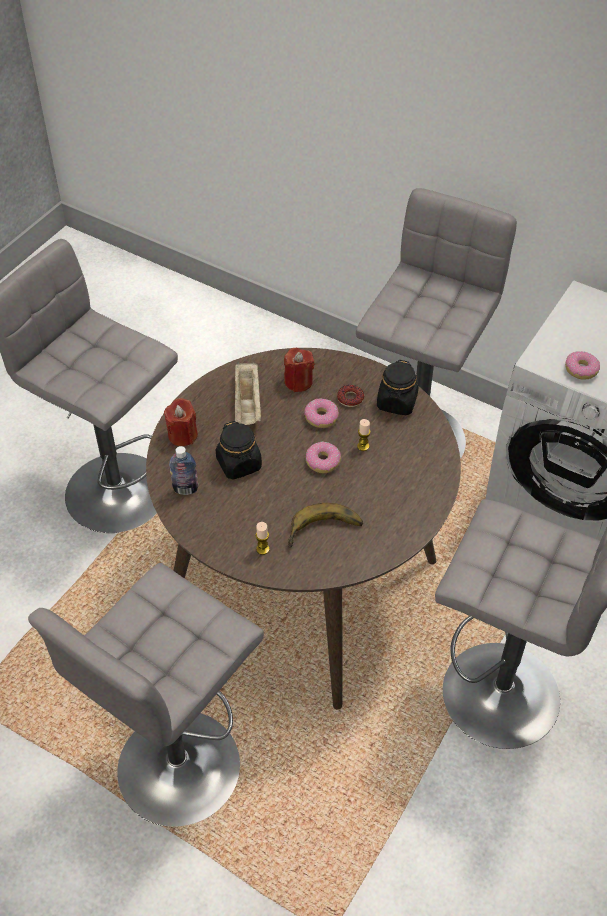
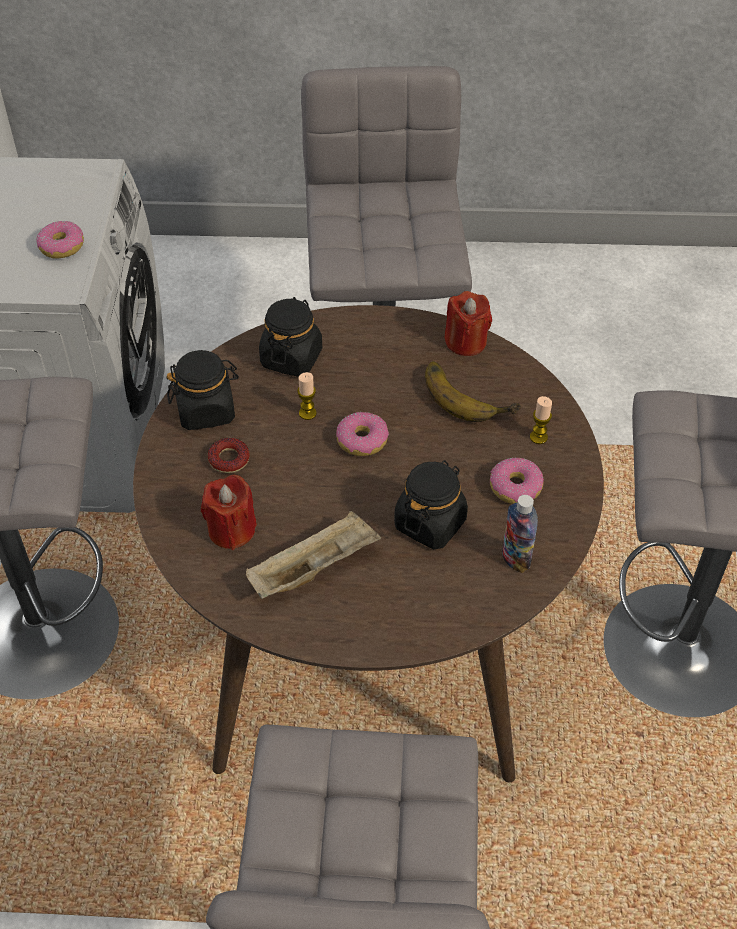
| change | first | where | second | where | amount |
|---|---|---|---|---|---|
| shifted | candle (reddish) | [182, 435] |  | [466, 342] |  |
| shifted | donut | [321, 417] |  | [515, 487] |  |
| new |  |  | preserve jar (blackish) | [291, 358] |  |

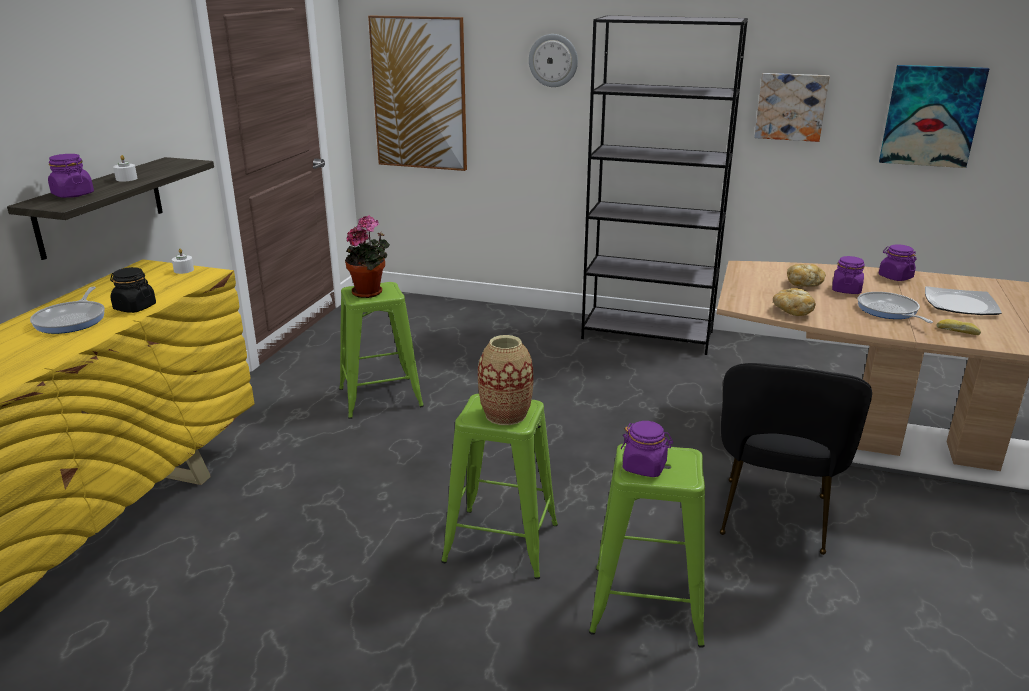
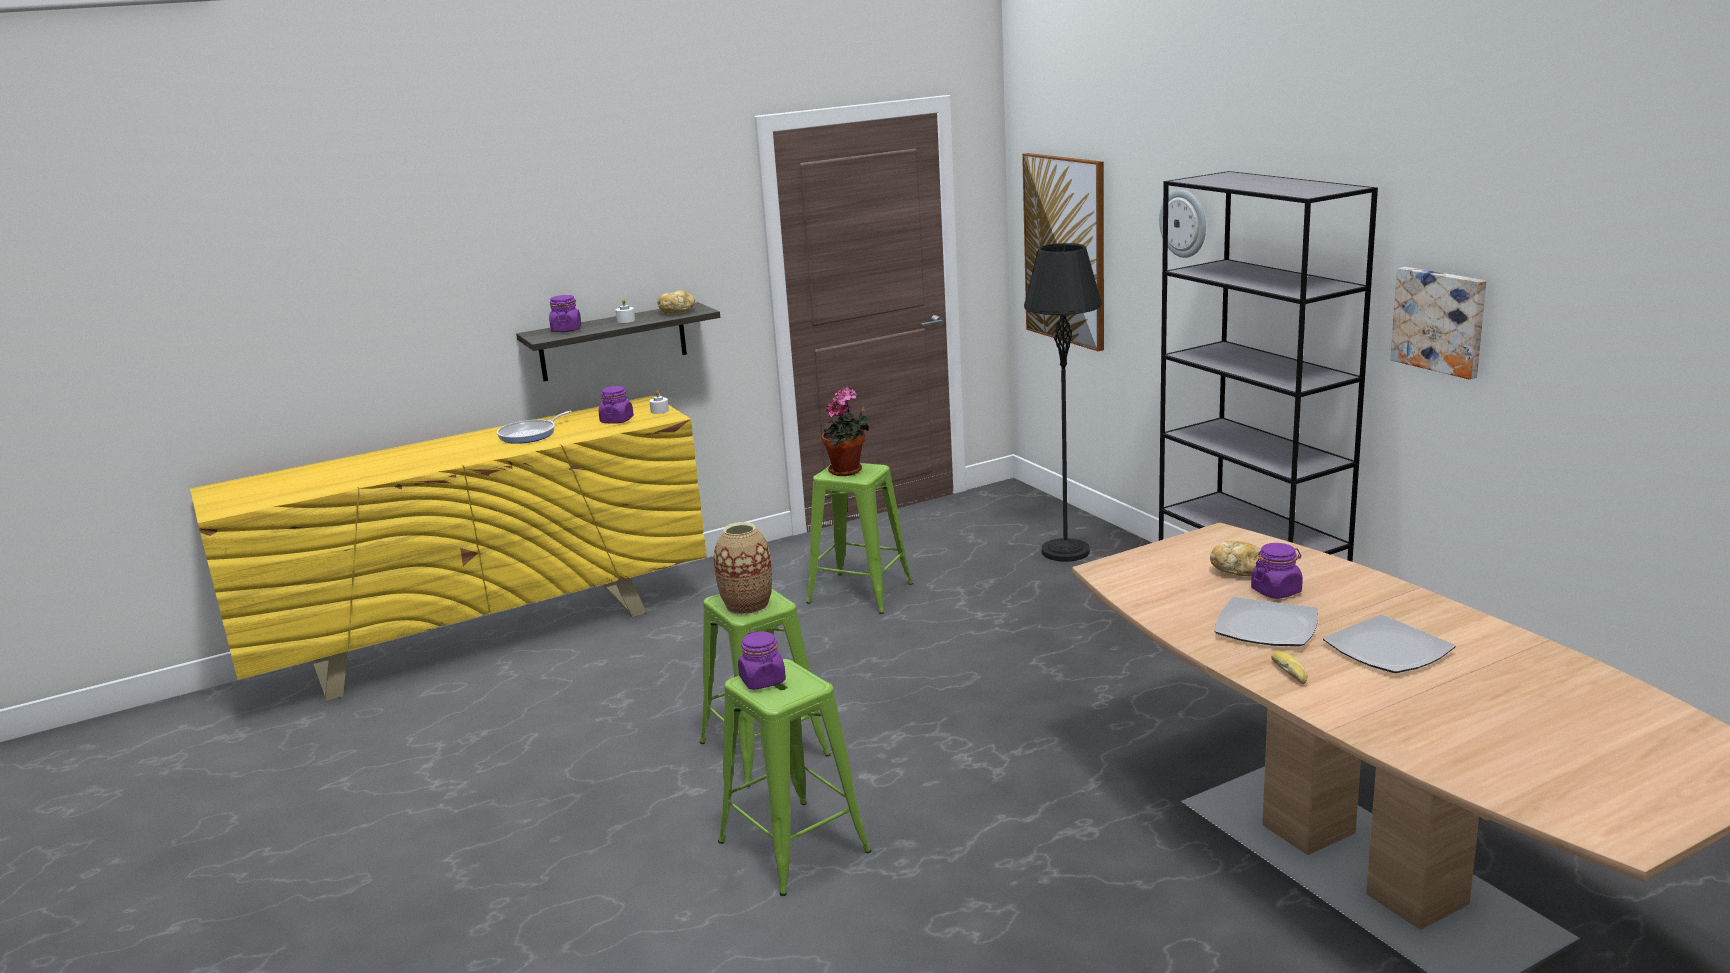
| change | first | where | second | where | amount |
|---|---|---|---|---|---|
| gone | preserve jar (blackish) | [134, 307] |  |  |  |
| gone | chair (blackish) | [772, 522] |  |  |  |
| shifted | bread | [792, 311] |  | [677, 312] |  |
| swapped | frying pan | [889, 311] | dinner plate | [1265, 627] |  |
| gone | wall picture | [931, 116] |  |  |  |
| shifted | preserve jar (purplish) | [895, 277] |  | [617, 420] |  |
| new |  |  | standard lamp (blackish) | [1065, 552] |  |

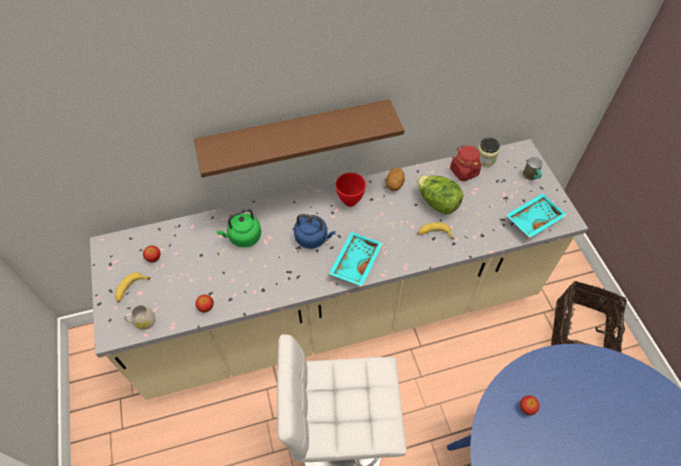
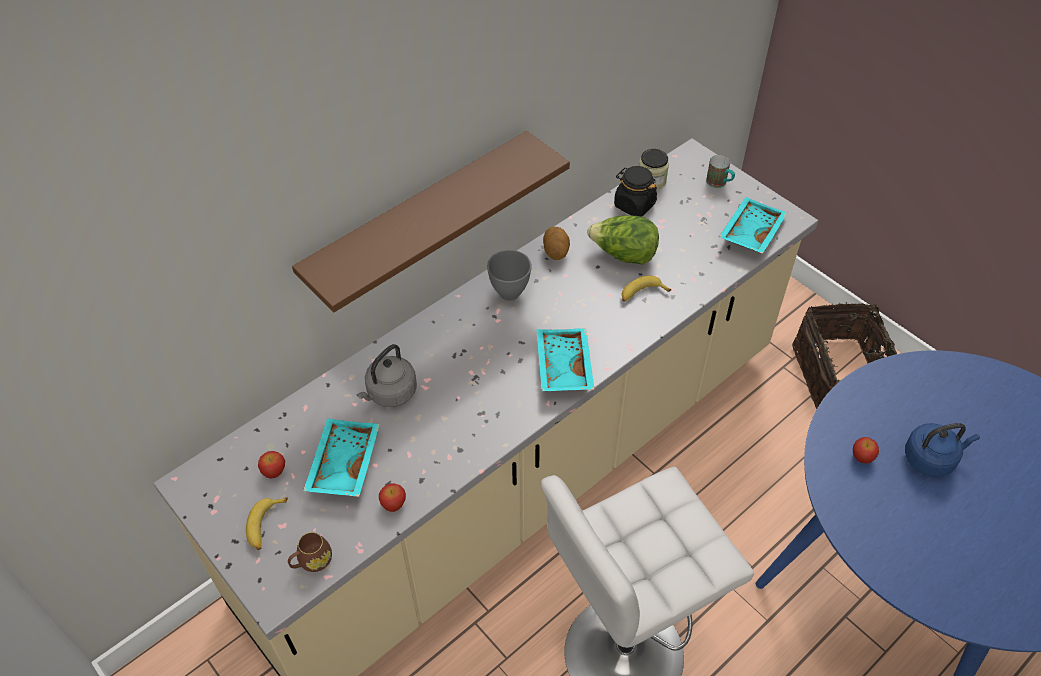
| change | first | where | second | where | amount |
|---|---|---|---|---|---|
| repainted | mug (white) | [142, 322] | mug (brown) | [312, 561] |  |
| repainted | tea kettle (green) | [243, 237] | tea kettle (grey) | [390, 393] |  |
| shifted | tea kettle (blue-coloured) | [313, 238] |  | [931, 458] |  |
| repainted | bowl (reddish) | [349, 201] | bowl (grey) | [508, 294] |  |
| repainted | preserve jar (reddish) | [464, 171] | preserve jar (blackish) | [634, 205] |  |
| new |  |  | serving tray (turquoise-coloured) | [342, 463] |  |

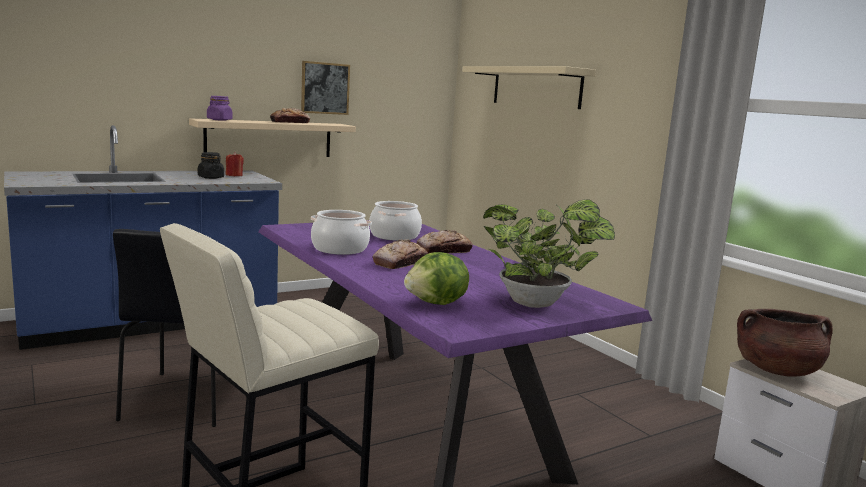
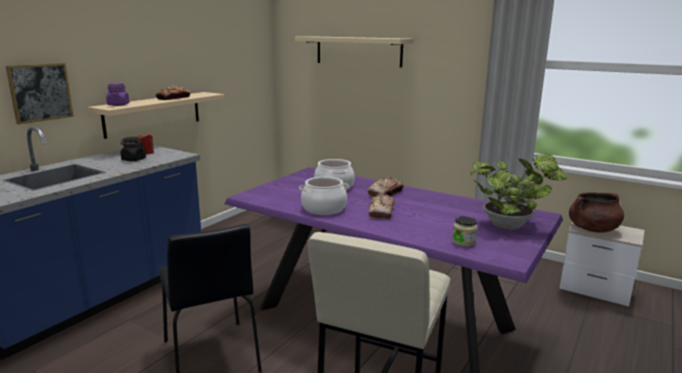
| change | first | where | second | where | amount |
|---|---|---|---|---|---|
| shifted | wall picture | [325, 88] |  | [40, 92] |  |
| swapped | head of lettuce | [437, 304] | preserve jar | [463, 242] |  |

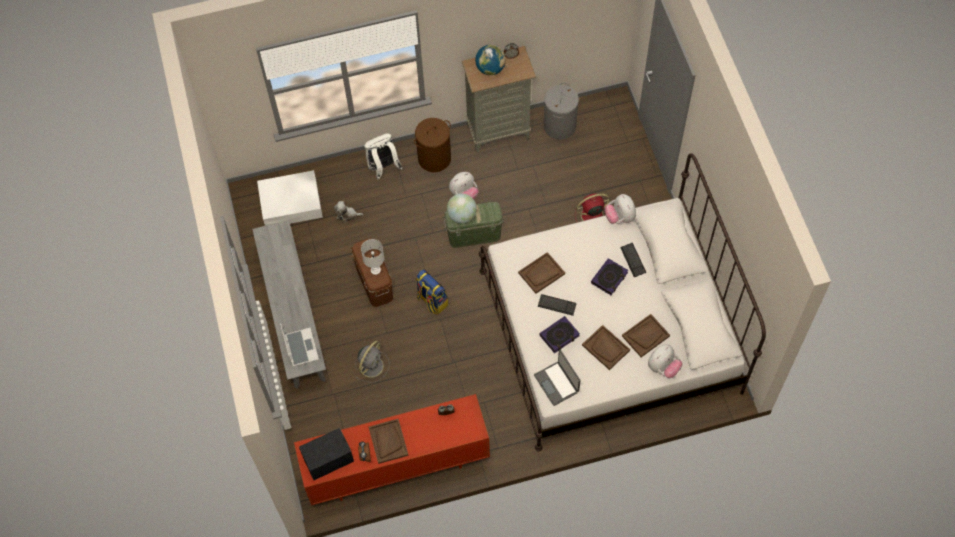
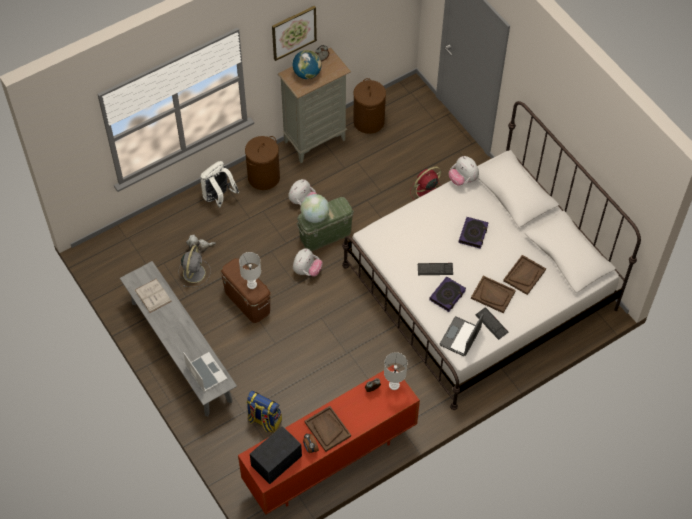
| change | first | where | second | where | amount |
|---|---|---|---|---|---|
| gone | storage box (white) | [292, 203] |  |  |  |
| shifted | fan (grey) | [372, 365] |  | [194, 272] |  |
| shifted | backpack | [432, 301] |  | [264, 420] |  |
| gone | serving tray (brown) | [541, 273] |  |  |  |
| rotated | portable computer | [557, 383] |  | [461, 337] | 75 degrees clockwise |
| repainted | laundry basket (grey) | [559, 125] | laundry basket (brown) | [368, 121] |  |
| shifted | keyboard | [633, 260] |  | [491, 324] |  |
| shifted | plush toy | [663, 367] |  | [307, 270] |  |
| new |  |  | volume (white) | [153, 295] |  |
| new |  |  | wall picture | [293, 32] |  |
| new |  |  | table lamp (white) | [394, 385] |  |

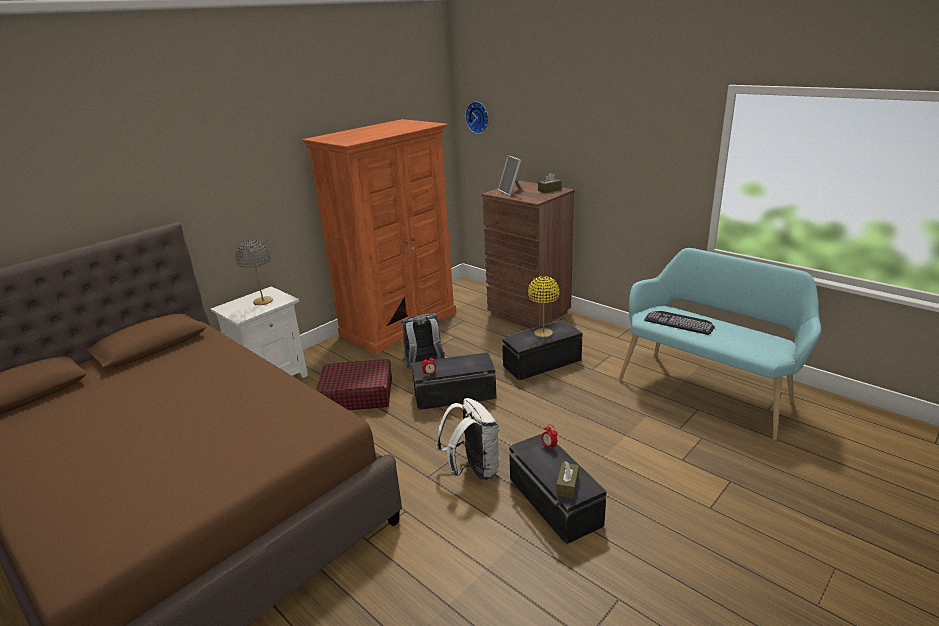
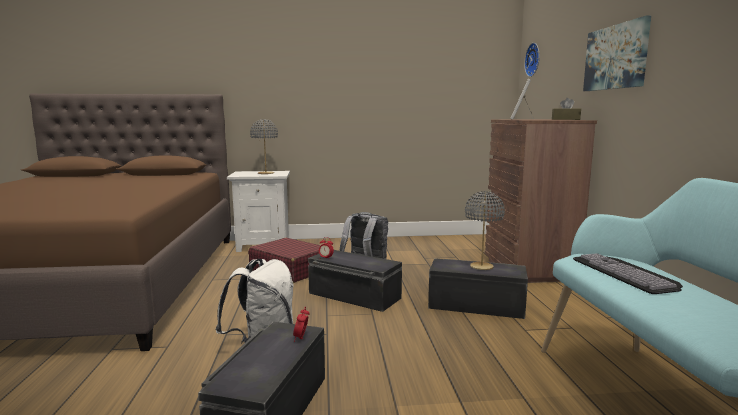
| change | first | where | second | where | amount |
|---|---|---|---|---|---|
| gone | wardrobe (orange-coloured) | [399, 324] |  |  |  |
| repainted | table lamp (yellow-coloured) | [543, 333] | table lamp (grey) | [481, 267] |  |
| gone | tissue holder (brown) | [567, 485] |  |  |  |
| new |  |  | wall picture | [616, 57] |  |

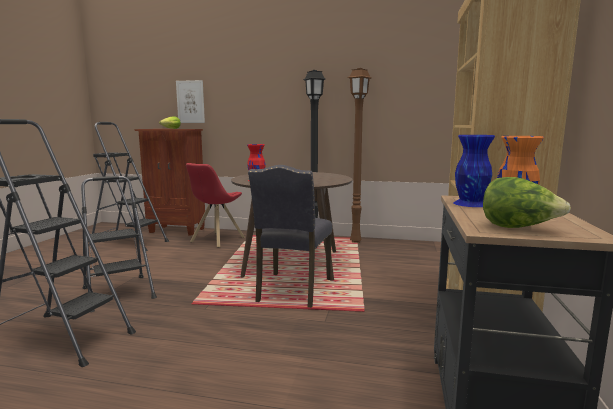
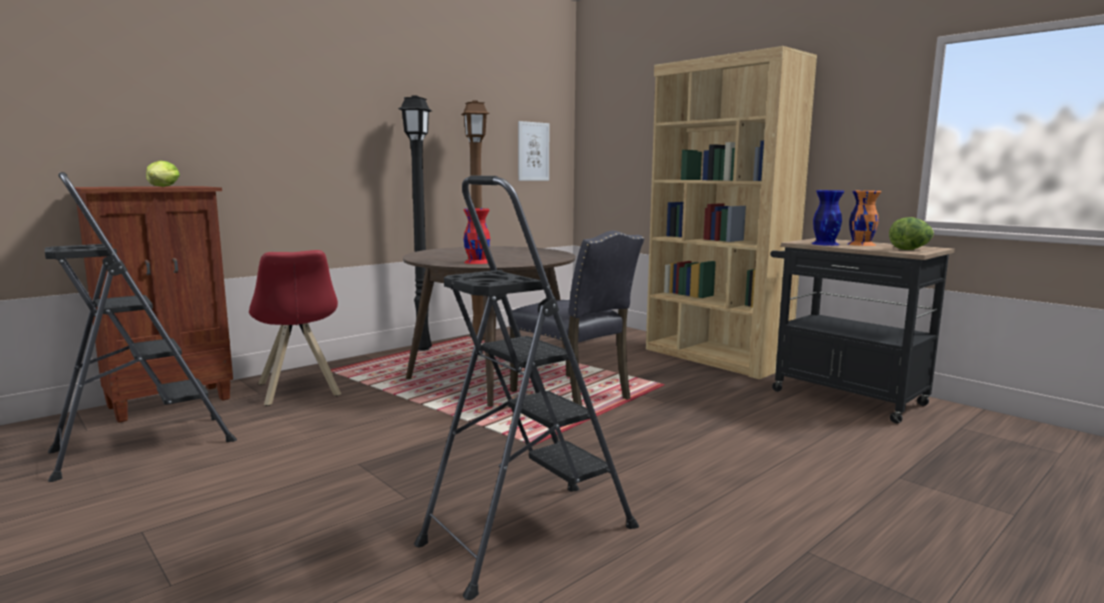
| change | first | where | second | where | amount |
|---|---|---|---|---|---|
| gone | step stool (blackish) | [118, 291] |  |  |  |
| shifted | wall picture | [190, 101] |  | [533, 151] |  |

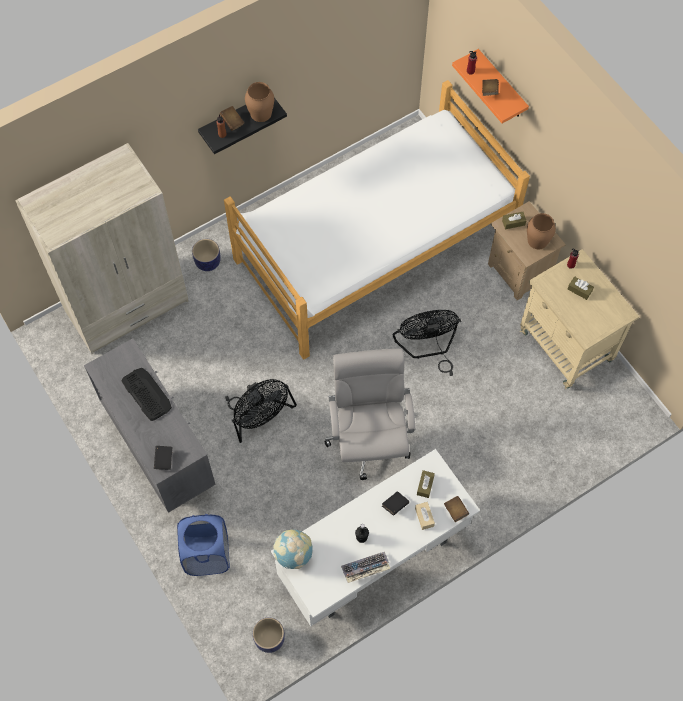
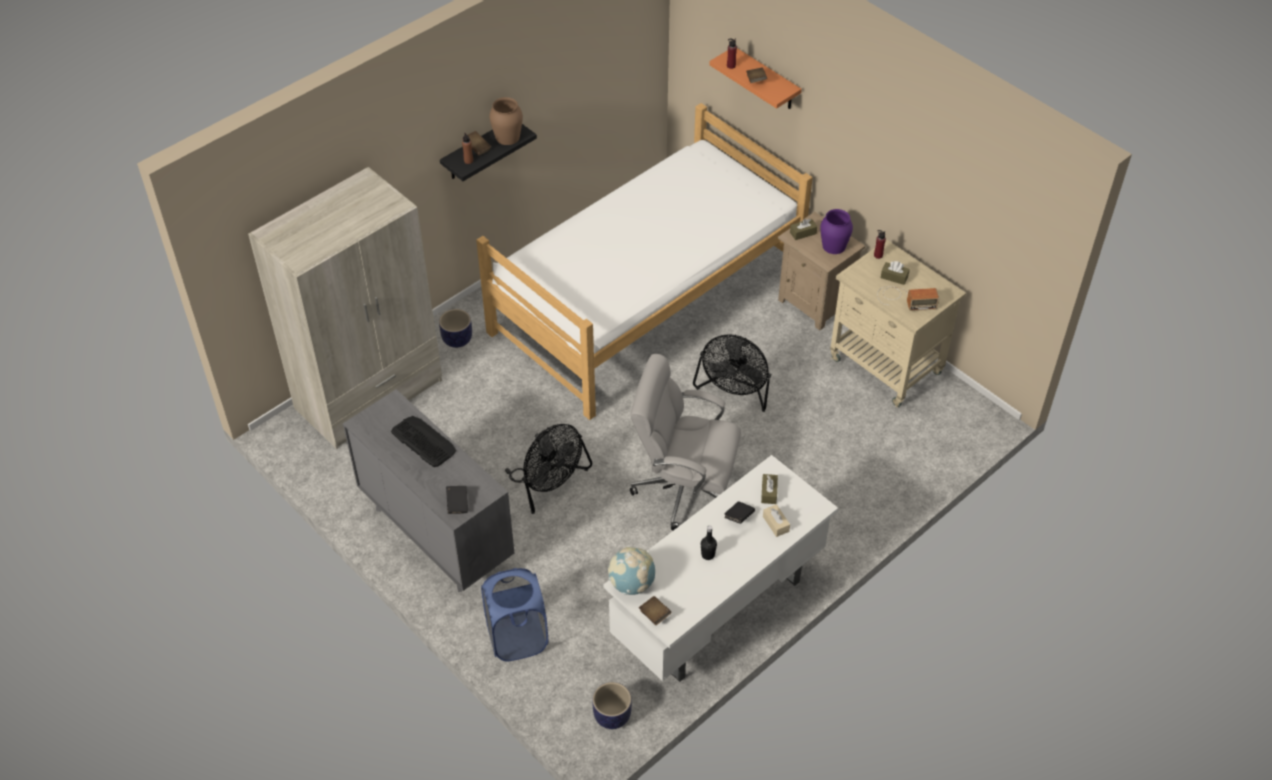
| change | first | where | second | where | amount |
|---|---|---|---|---|---|
| rotated | office chair (grey) | [369, 439] |  | [684, 489] | 60 degrees counterclockwise |
| gone | keyboard | [365, 569] |  |  |  |
| rotated | fan (blackish) | [430, 347] |  | [733, 388] | 135 degrees counterclockwise |
| shifted | volume (brown) | [455, 511] |  | [654, 615] |  |
| repainted | decorative vase (brown) | [537, 240] | decorative vase (purplish) | [834, 246] |  |
| new |  |  | radio | [904, 299] |  |

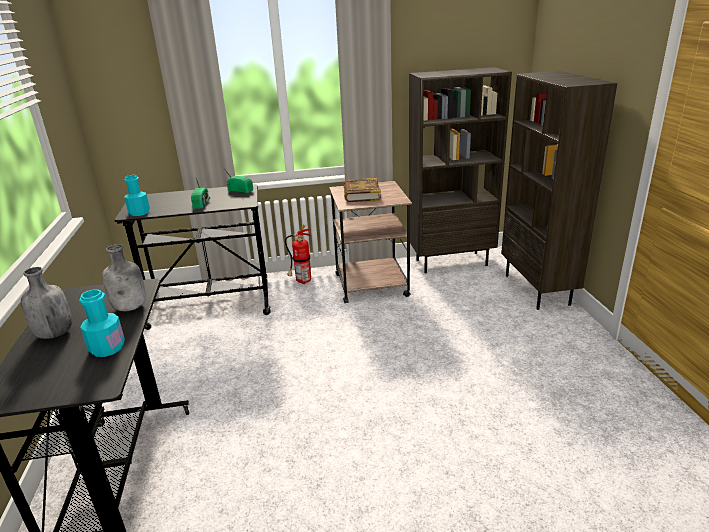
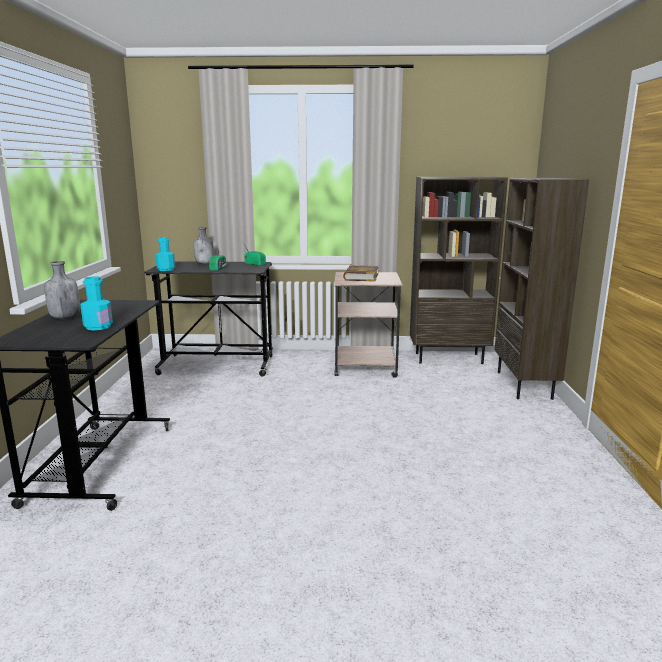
| change | first | where | second | where | amount |
|---|---|---|---|---|---|
| shifted | beverage bottle (grey) | [131, 307] |  | [205, 263] |  |
| gone | fire-fighting cylinder | [301, 282] |  |  |  |

